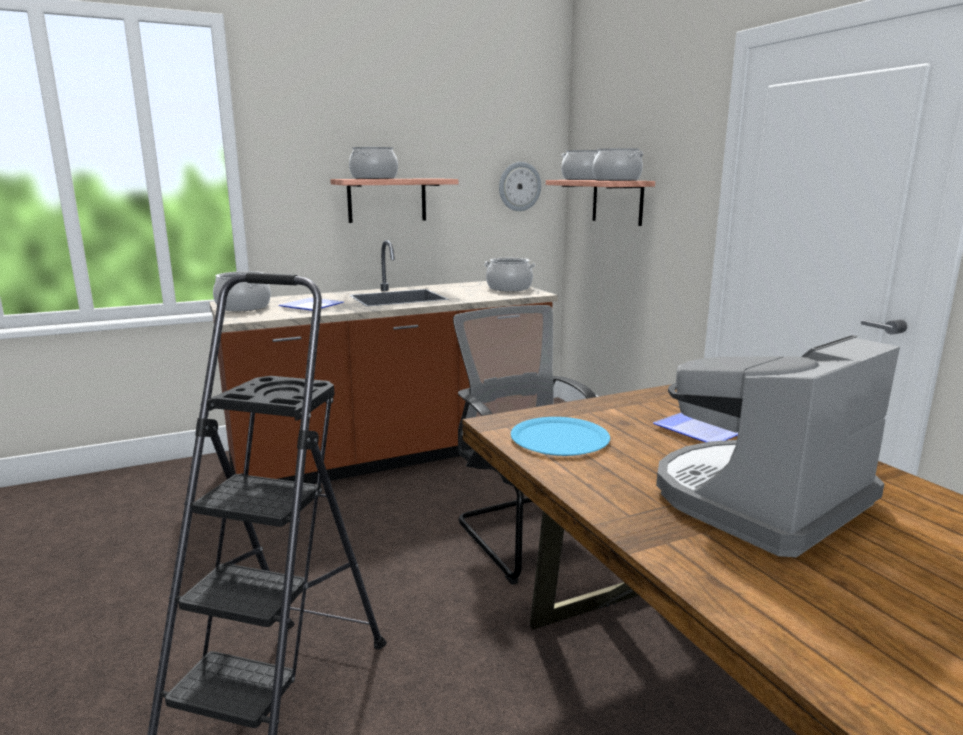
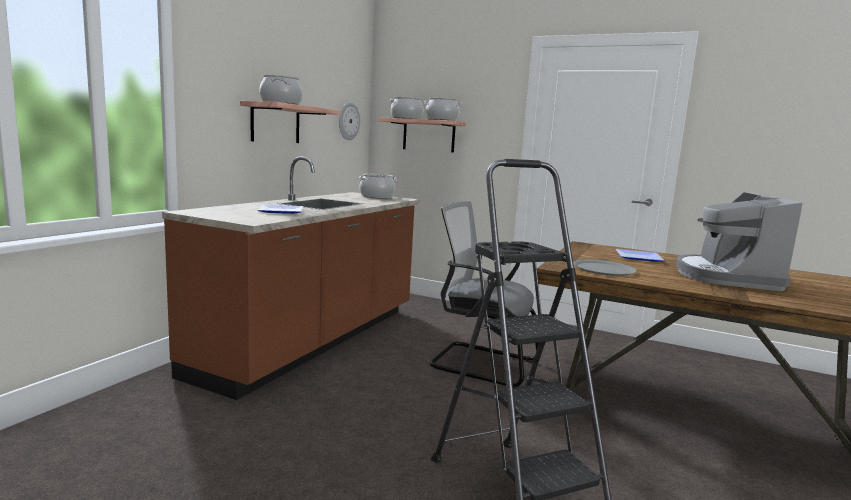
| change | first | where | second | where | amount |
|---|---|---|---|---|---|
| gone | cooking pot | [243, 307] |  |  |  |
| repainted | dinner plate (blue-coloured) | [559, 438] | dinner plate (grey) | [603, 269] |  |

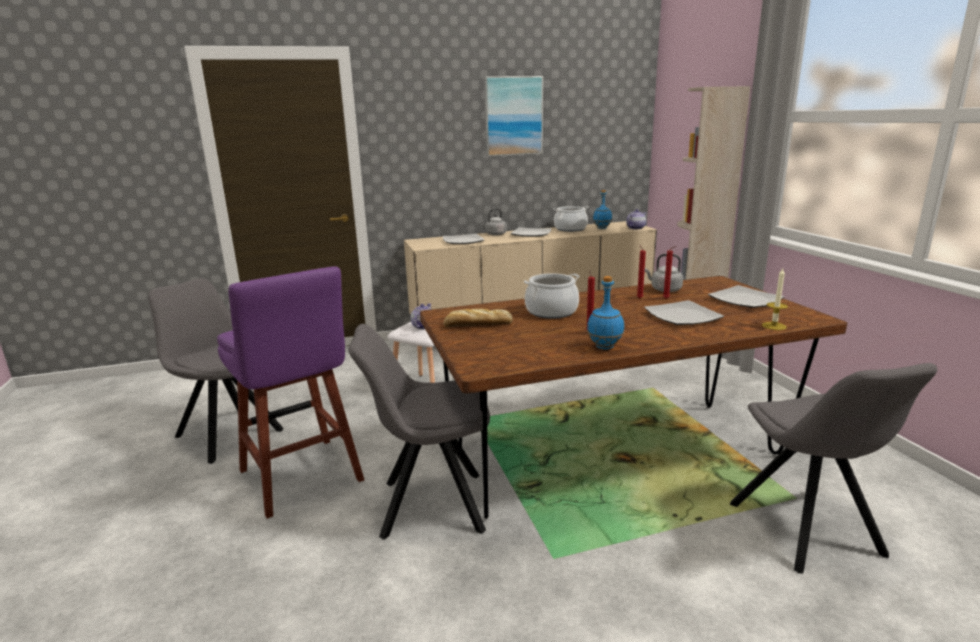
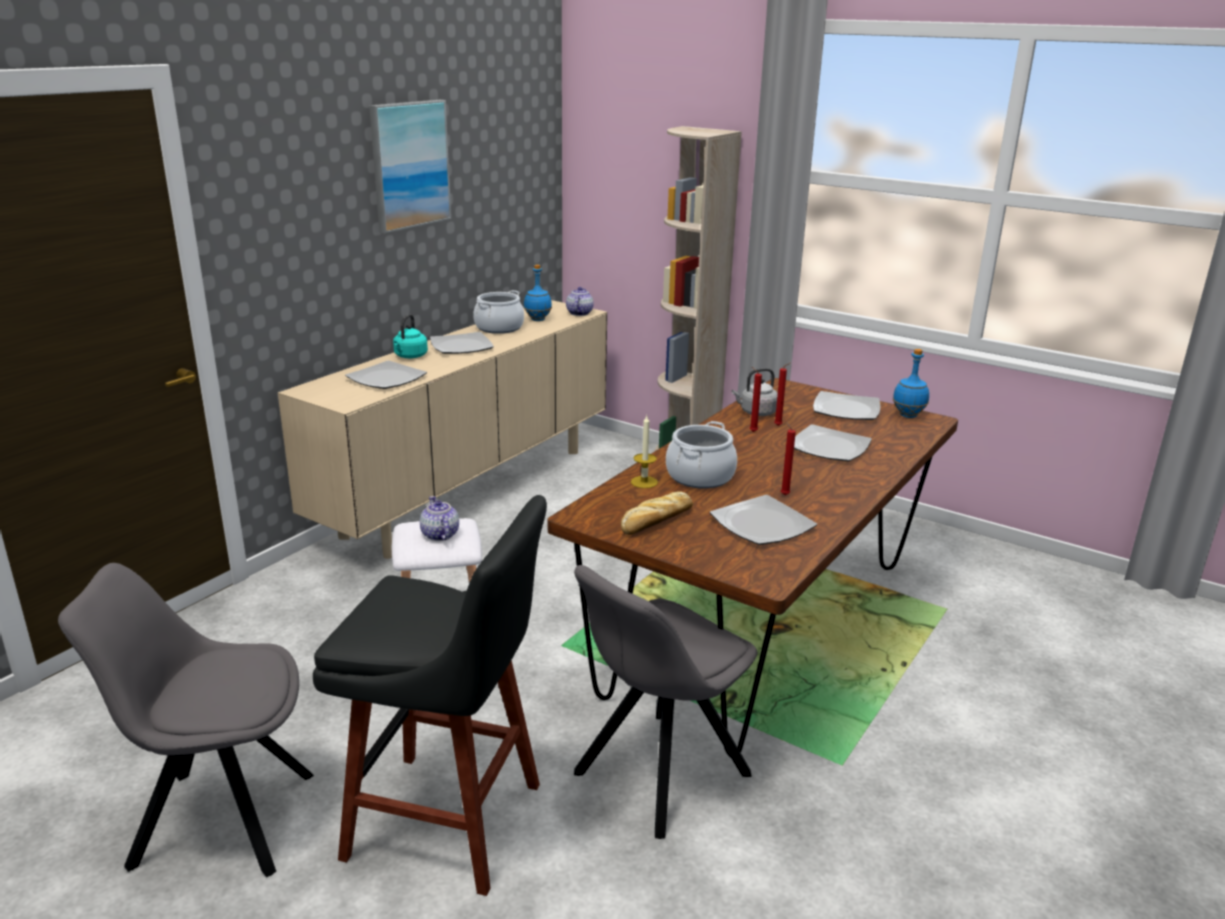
| change | first | where | second | where | amount |
|---|---|---|---|---|---|
| repainted | sitting stool (purplish) | [301, 477] | sitting stool (blackish) | [448, 823] |  |
| repainted | tea kettle (grey) | [494, 234] | tea kettle (turquoise-coloured) | [410, 356] |  |
| shifted | beverage bottle (blue-coloured) | [604, 346] |  | [907, 415] |  |
| gone | chair (grey) | [806, 529] |  |  |  |
| shifted | candle | [774, 326] |  | [644, 482] |  |
| new |  |  | dinner plate | [762, 525] |  |

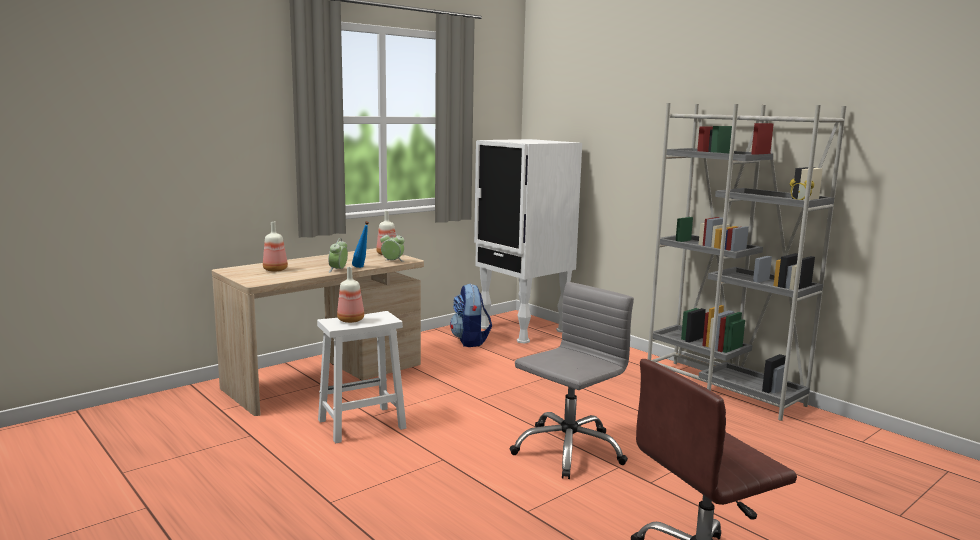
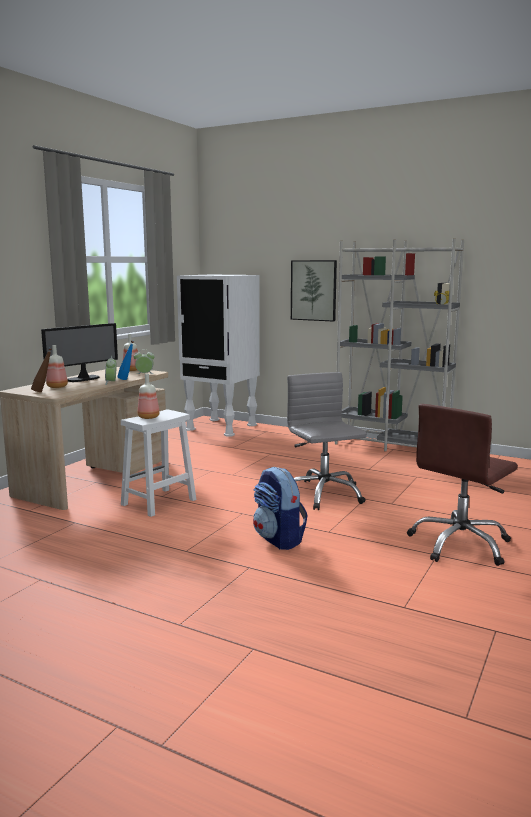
| change | first | where | second | where | amount |
|---|---|---|---|---|---|
| shifted | backpack | [470, 341] |  | [279, 539] |  |
| rotated | office chair (grey) | [568, 450] |  | [323, 494] | 45 degrees counterclockwise |
| new |  |  | beverage bottle (brown) | [43, 391] |  |
| new |  |  | monitor | [83, 379] |  |
| new |  |  | wall picture | [313, 290] |  |

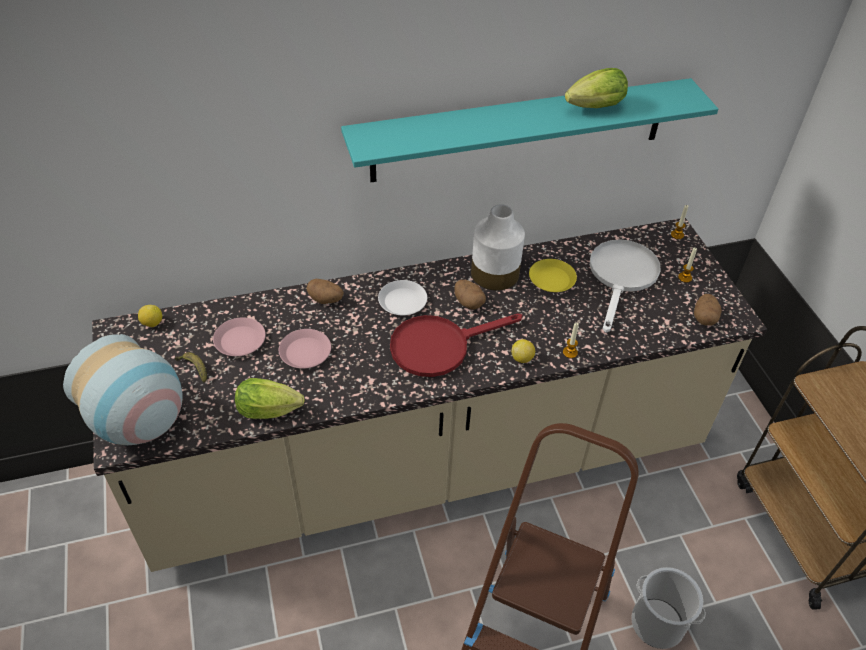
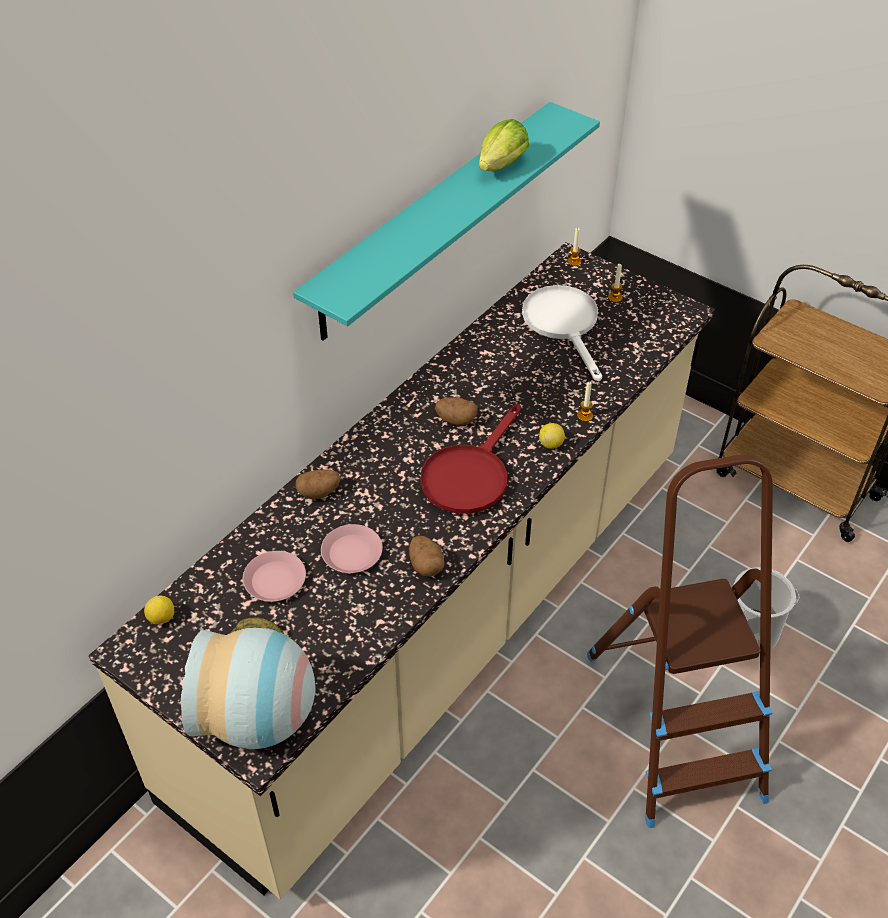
| change | first | where | second | where | amount |
|---|---|---|---|---|---|
| gone | head of lettuce | [272, 410] |  |  |  |
| gone | dinner plate (white) | [402, 301] |  |  |  |
| gone | decorative vase (white) | [494, 273] |  |  |  |
| gone | dinner plate (yellow-coloured) | [551, 279] |  |  |  |
| shifted | potato | [704, 318] |  | [426, 565] |  |

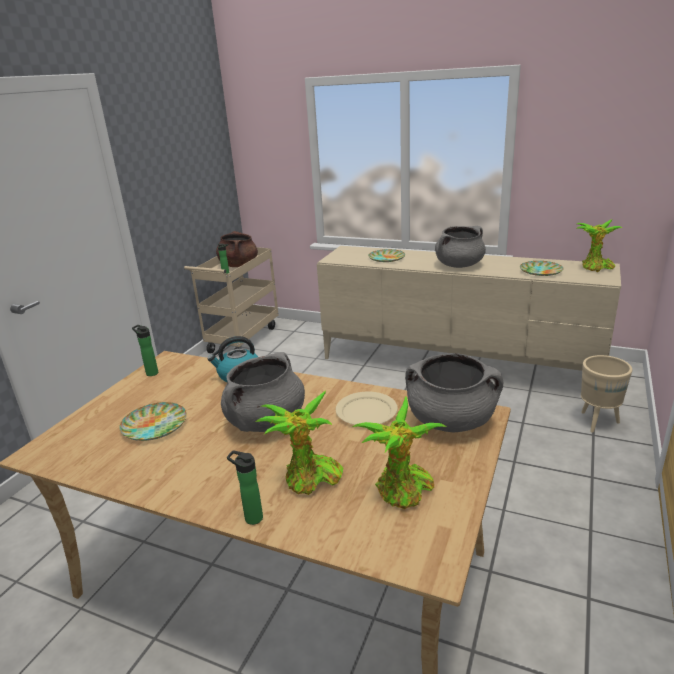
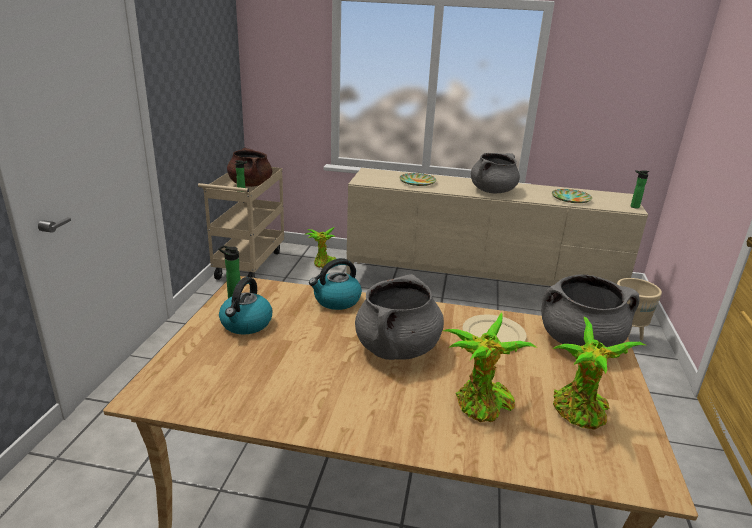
| change | first | where | second | where | amount |
|---|---|---|---|---|---|
| gone | dinner plate | [155, 425] |  |  |  |
| shifted | beverage bottle | [251, 517] |  | [633, 207] |  |
| shifted | houseplant | [595, 268] |  | [324, 264] |  |
| new |  |  | tea kettle | [246, 324] |  |

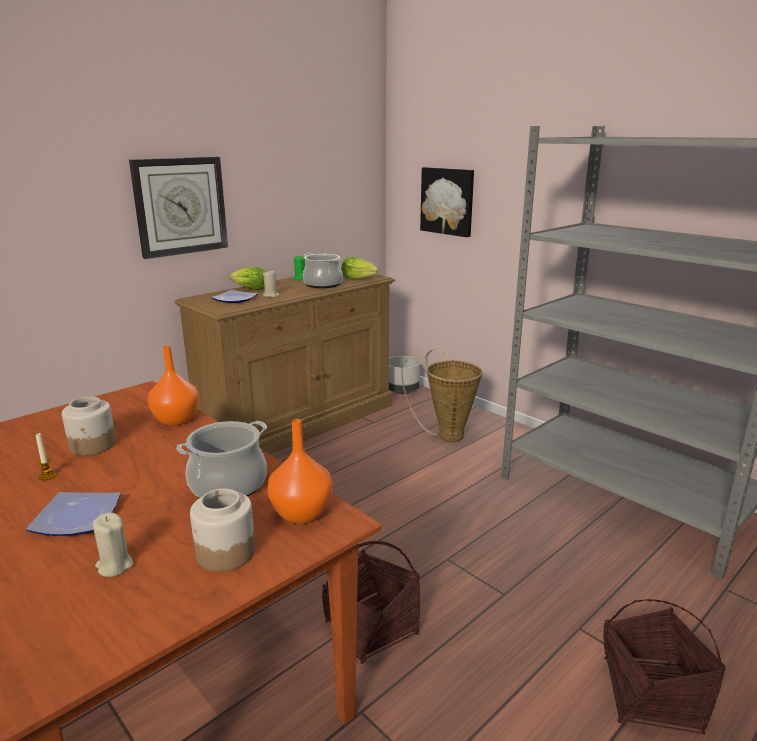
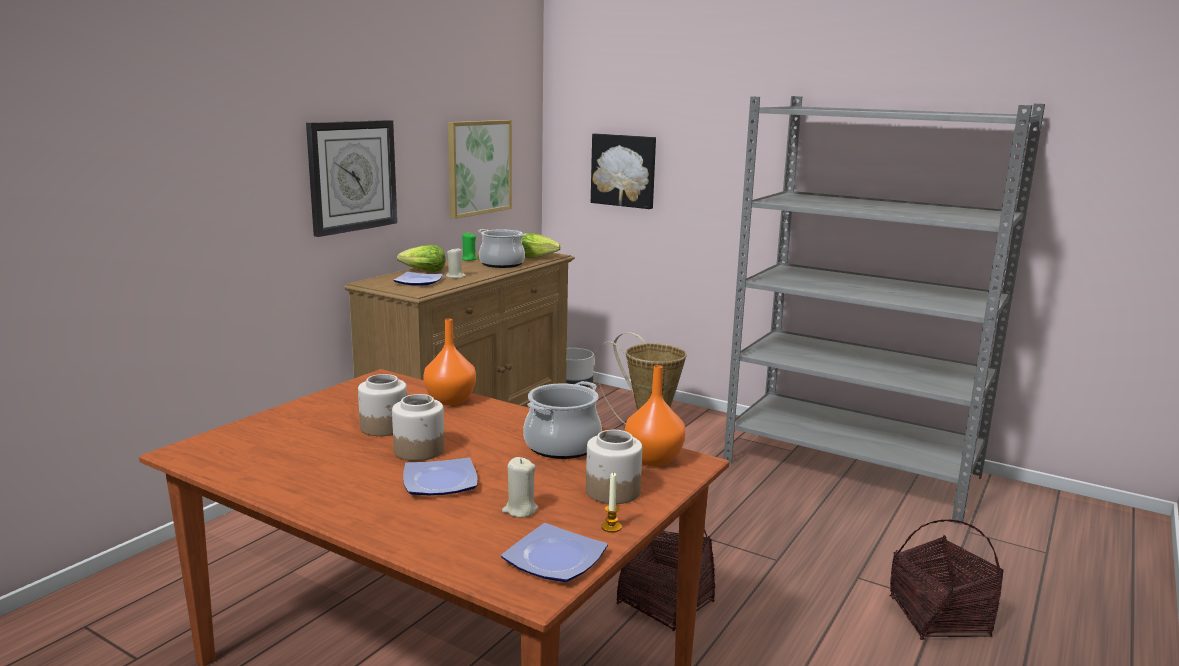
| change | first | where | second | where | amount |
|---|---|---|---|---|---|
| shifted | candle | [47, 476] |  | [611, 527] |  |
| new |  |  | preserve jar | [419, 450] |  |
| new |  |  | wall picture | [478, 167] |  |
| new |  |  | dinner plate | [557, 559] |  |

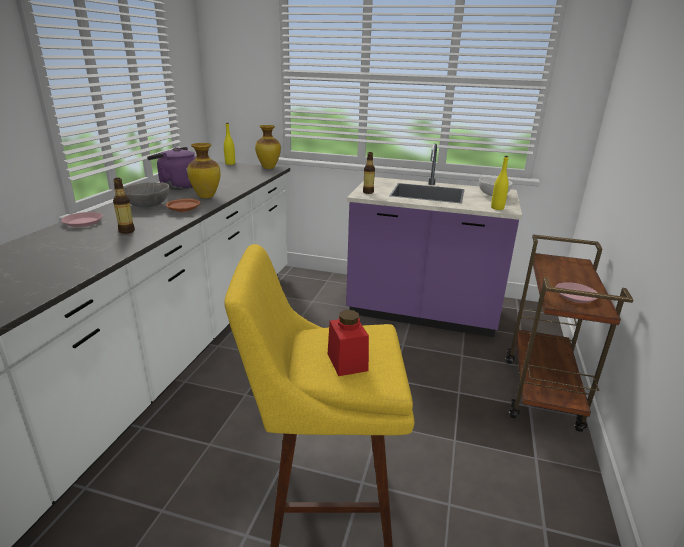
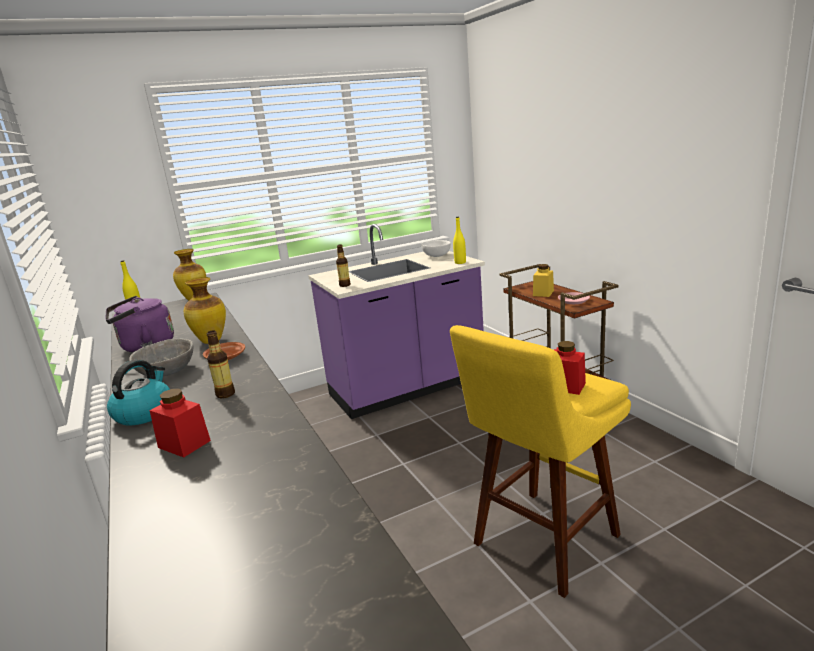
| change | first | where | second | where | amount |
|---|---|---|---|---|---|
| swapped | dinner plate (pink-coloured) | [83, 222] | tea kettle | [144, 413] |  |
| new |  |  | preserve jar (reddish) | [184, 444] |  |
| new |  |  | preserve jar (yellow-coloured) | [543, 293] |  |

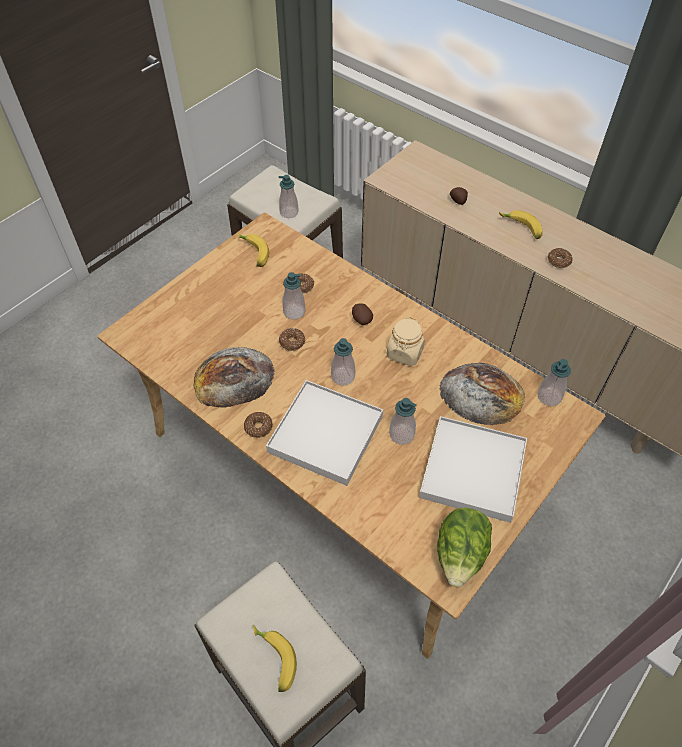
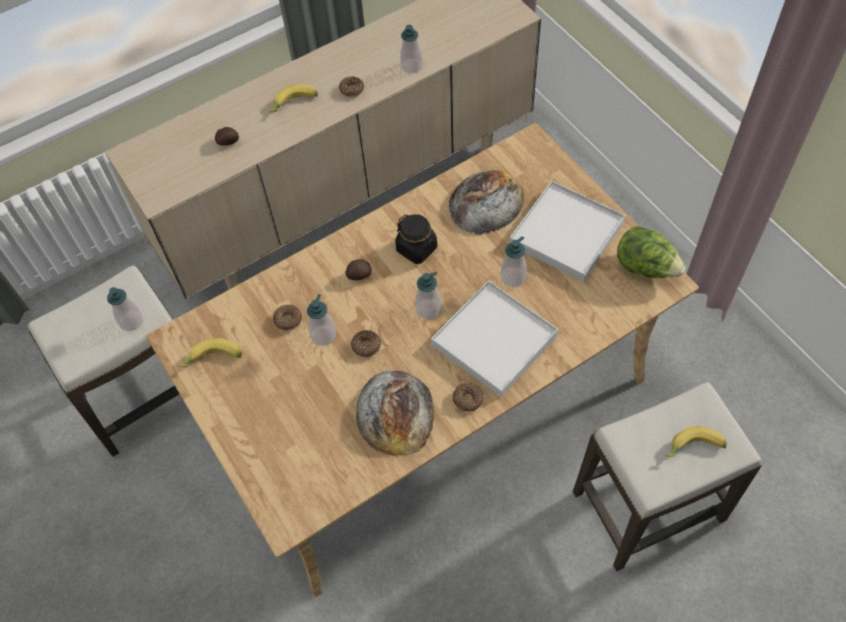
| change | first | where | second | where | amount |
|---|---|---|---|---|---|
| repainted | preserve jar (beige-coloured) | [405, 353] | preserve jar (blackish) | [417, 249] |  |
| shifted | liquid soap bottle | [549, 397] |  | [411, 66] |  |

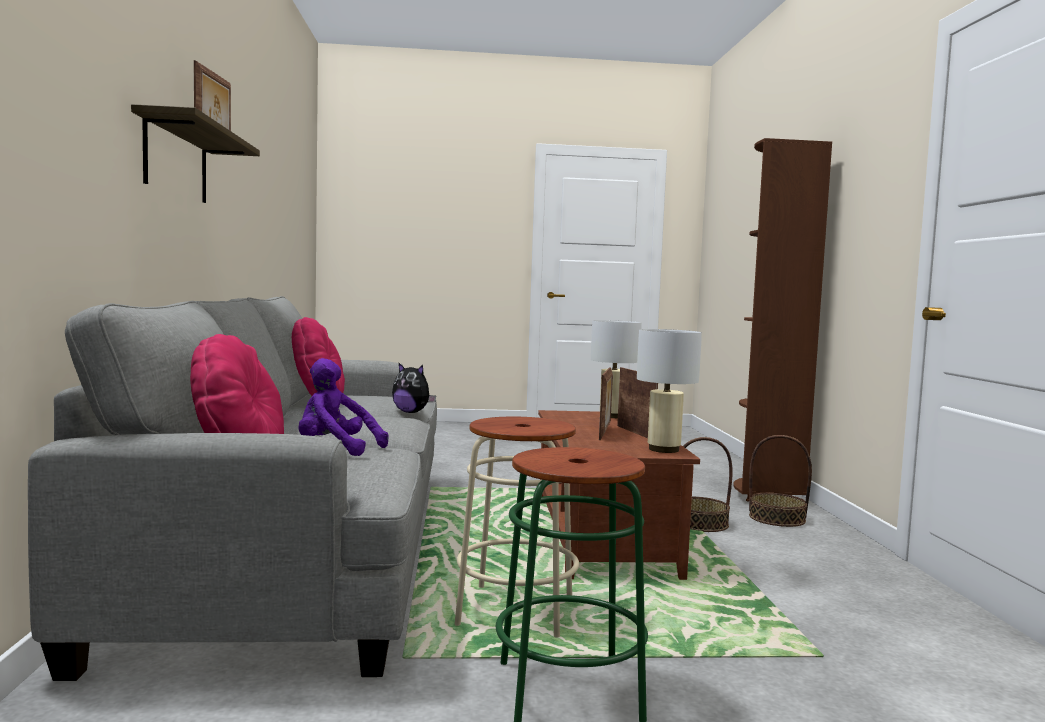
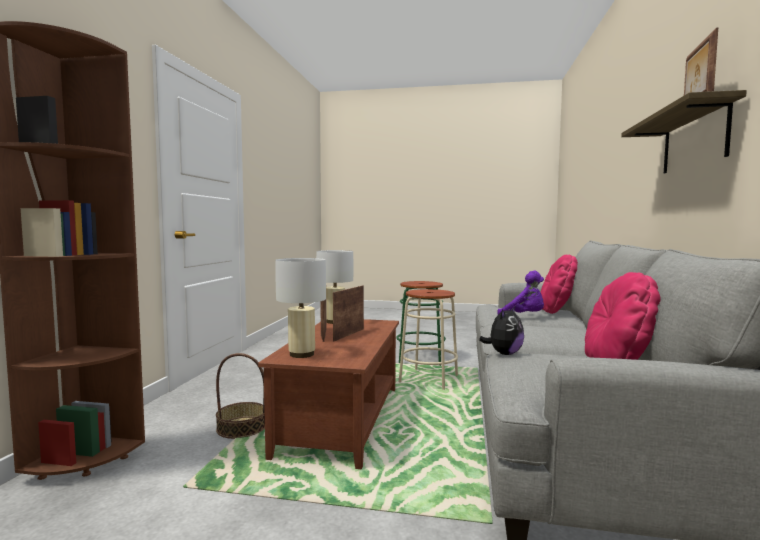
| change | first | where | second | where | amount |
|---|---|---|---|---|---|
| rotated | plush toy | [411, 412] |  | [504, 353] | 90 degrees clockwise |
| gone | basket | [777, 518] |  |  |  |

